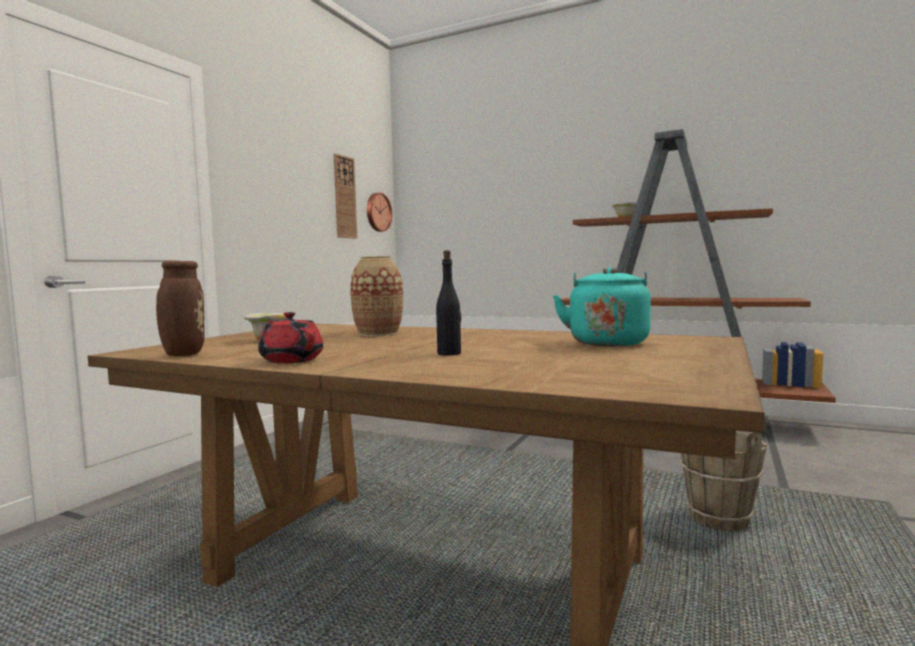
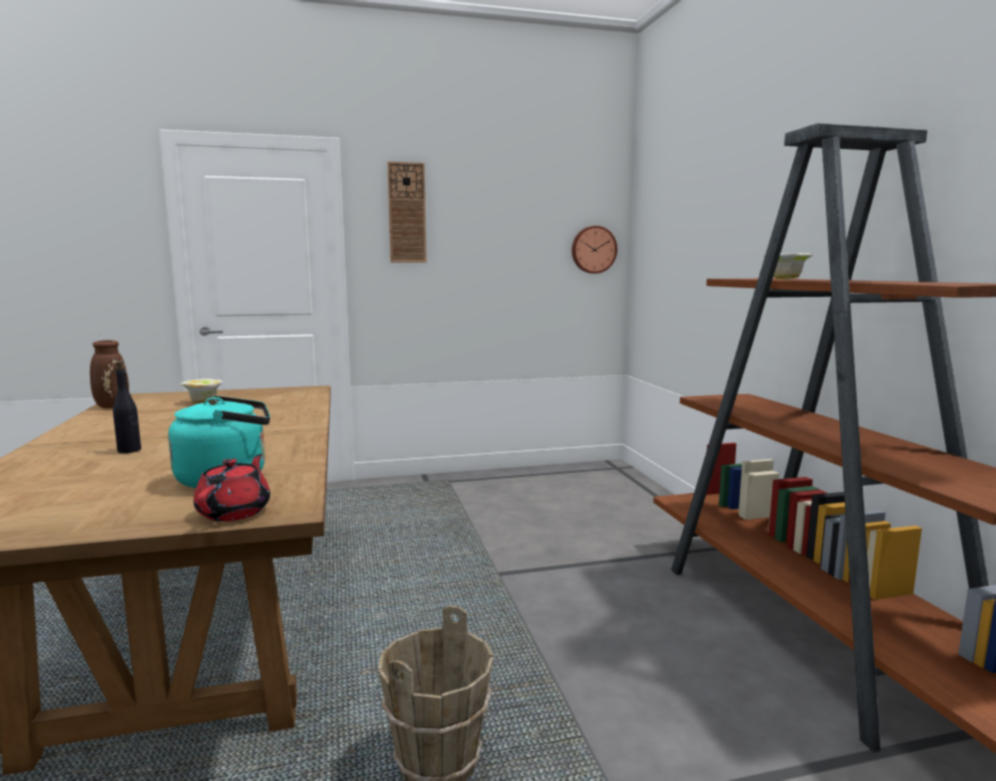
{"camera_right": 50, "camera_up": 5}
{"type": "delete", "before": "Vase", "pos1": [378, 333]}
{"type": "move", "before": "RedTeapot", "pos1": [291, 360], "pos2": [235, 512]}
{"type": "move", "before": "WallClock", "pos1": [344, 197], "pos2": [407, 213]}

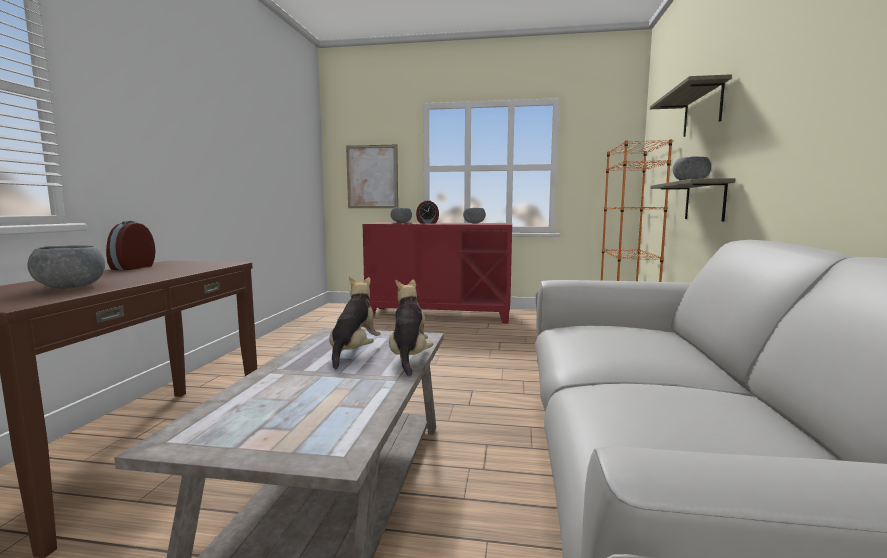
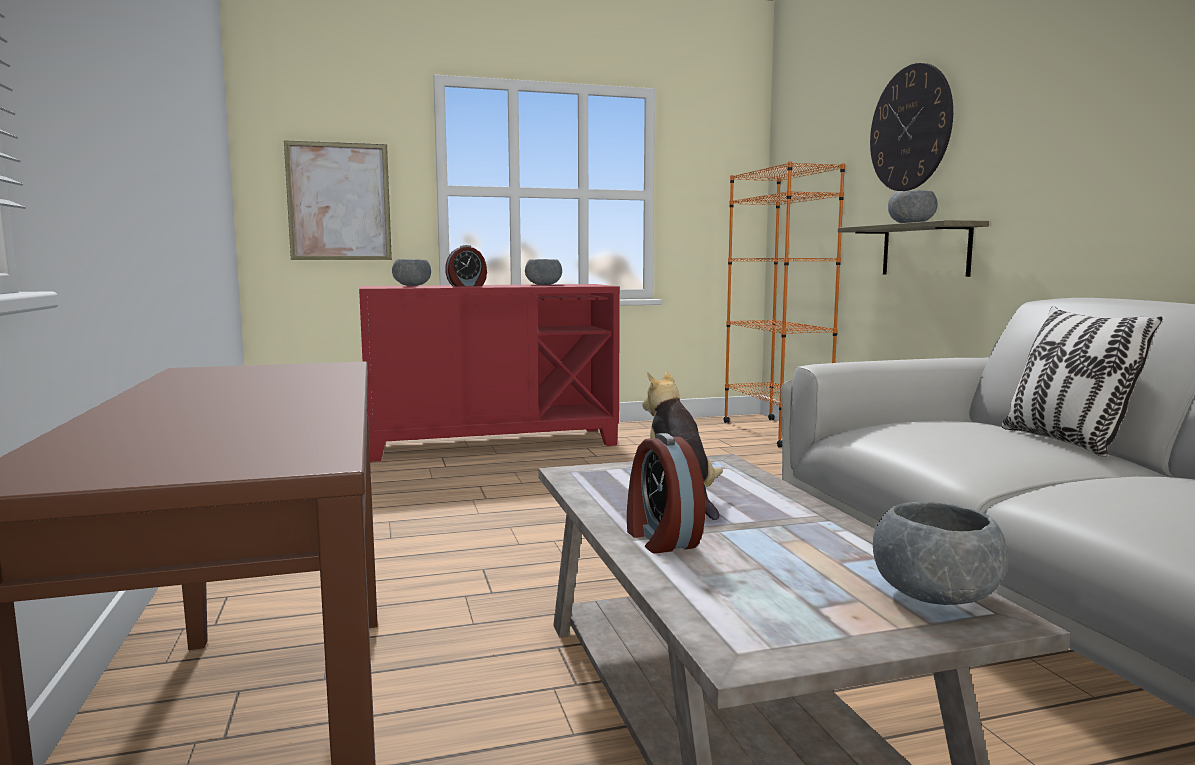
{"camera_right": -25, "camera_up": 0}
{"type": "delete", "before": "PlushToy", "pos1": [409, 357]}
{"type": "insert", "after": "Pillow", "pos2": [1064, 442]}
{"type": "move", "before": "GreyBowl", "pos1": [71, 287], "pos2": [935, 595]}
{"type": "move", "before": "AlarmClock", "pos1": [131, 267], "pos2": [660, 539]}
{"type": "replace", "before": "Shelf", "after": "WallClock", "pos1": [702, 110], "pos2": [910, 128]}

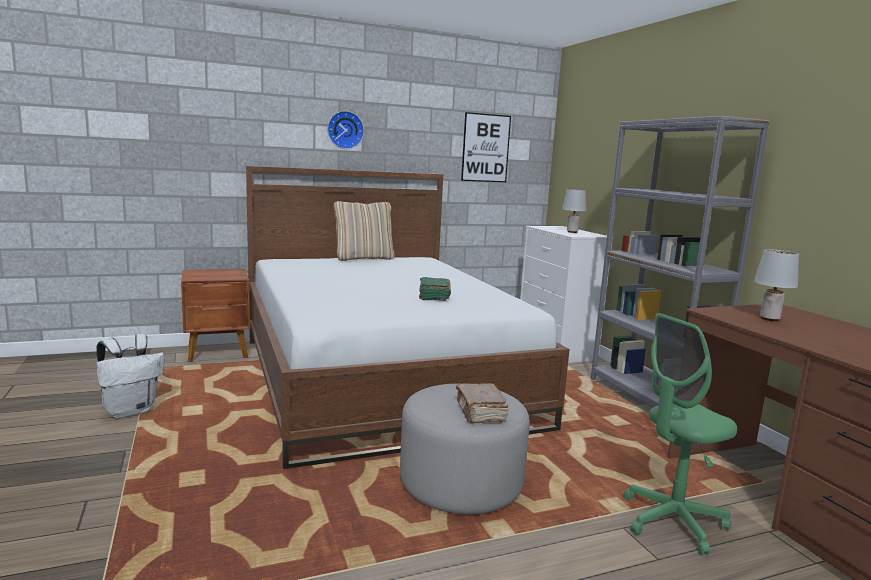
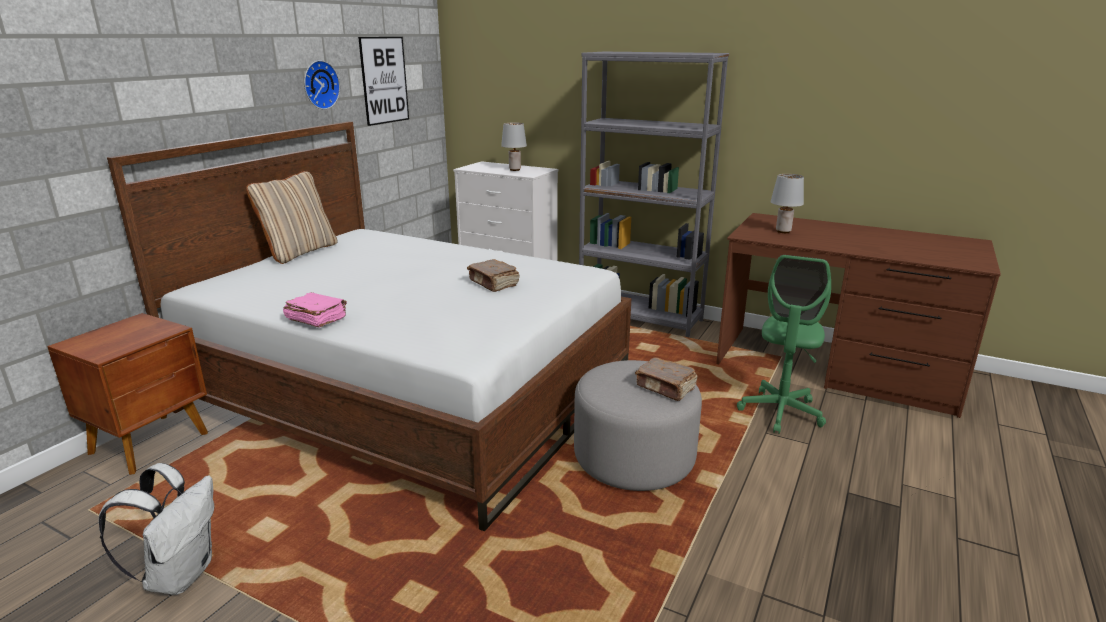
{"camera_right": -40, "camera_up": 10}
{"type": "insert", "after": "PinkBook", "pos2": [316, 319]}
{"type": "move", "before": "WallClock", "pos1": [345, 130], "pos2": [319, 85]}
{"type": "recolor", "before": "GreenBook", "after": "BrownBook", "pos1": [433, 296], "pos2": [493, 283]}

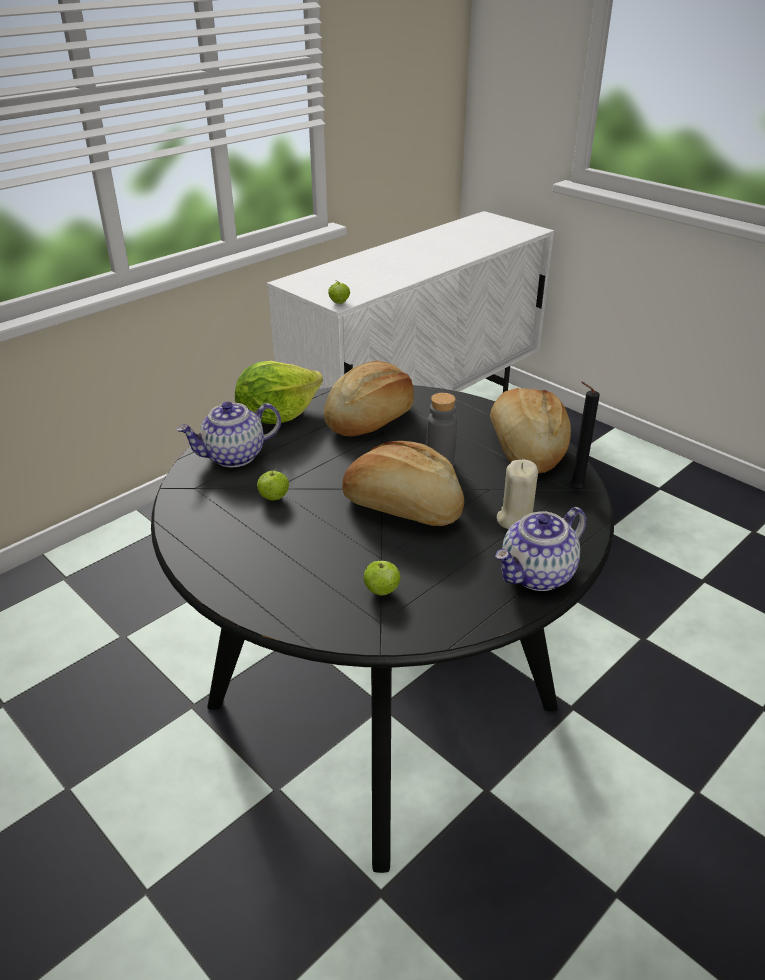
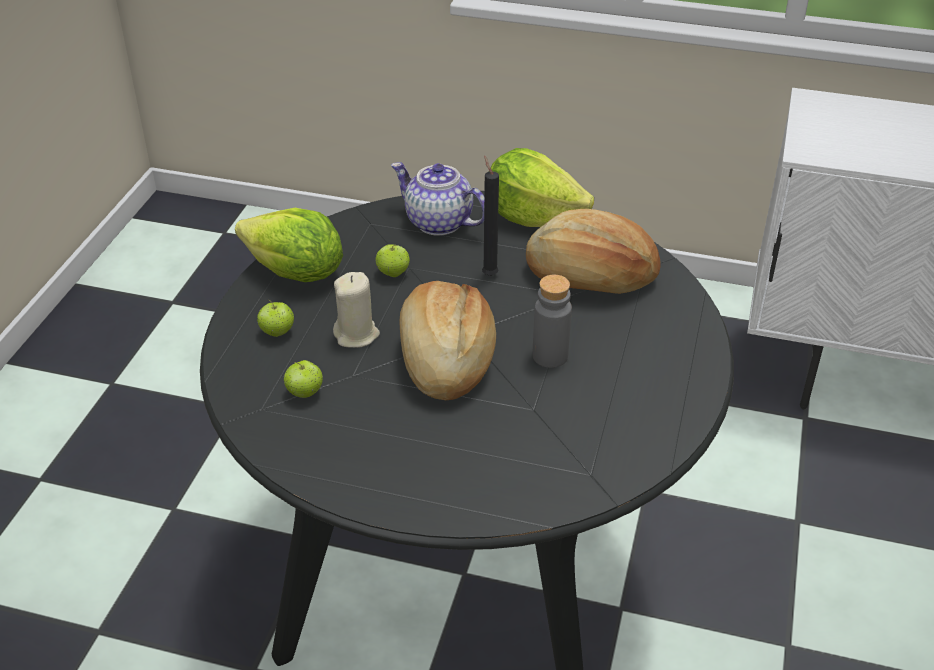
{"camera_right": 60, "camera_up": 5}
{"type": "delete", "before": "Bread", "pos1": [525, 449]}
{"type": "delete", "before": "Teapot", "pos1": [537, 575]}
{"type": "insert", "after": "Lettuce", "pos2": [295, 274]}
{"type": "move", "before": "Apple", "pos1": [339, 302], "pos2": [277, 332]}
{"type": "move", "before": "BeigeCandle", "pos1": [515, 519], "pos2": [356, 334]}
{"type": "move", "before": "BlackCandle", "pos1": [574, 489], "pos2": [488, 274]}

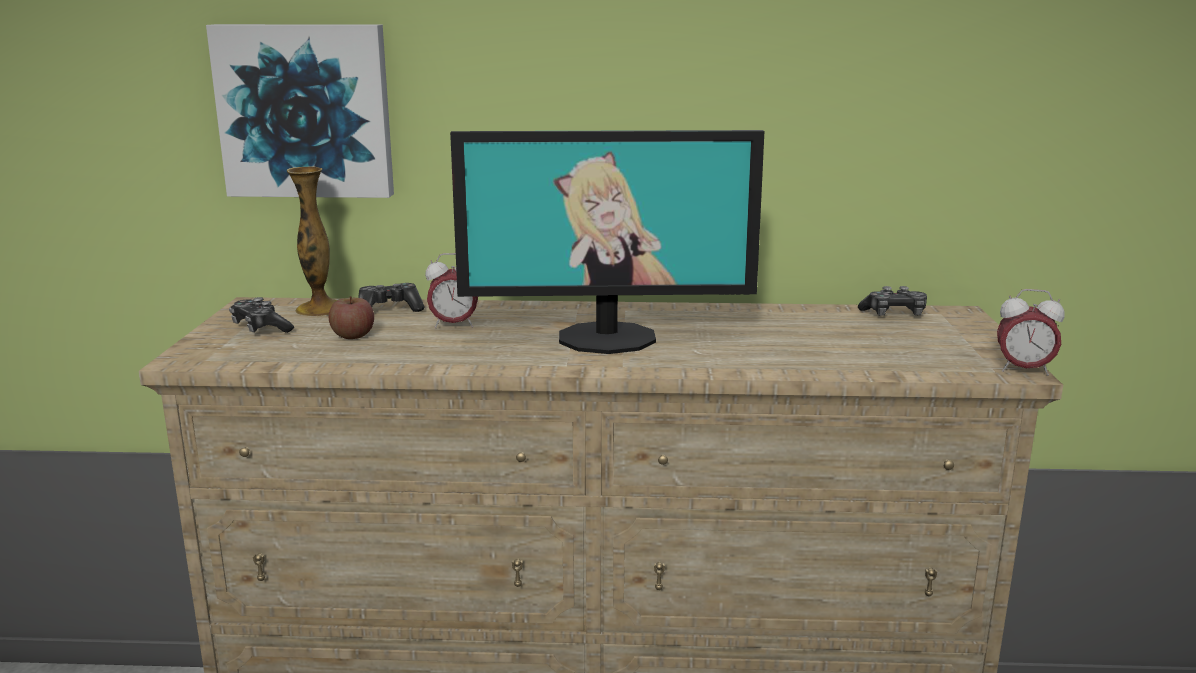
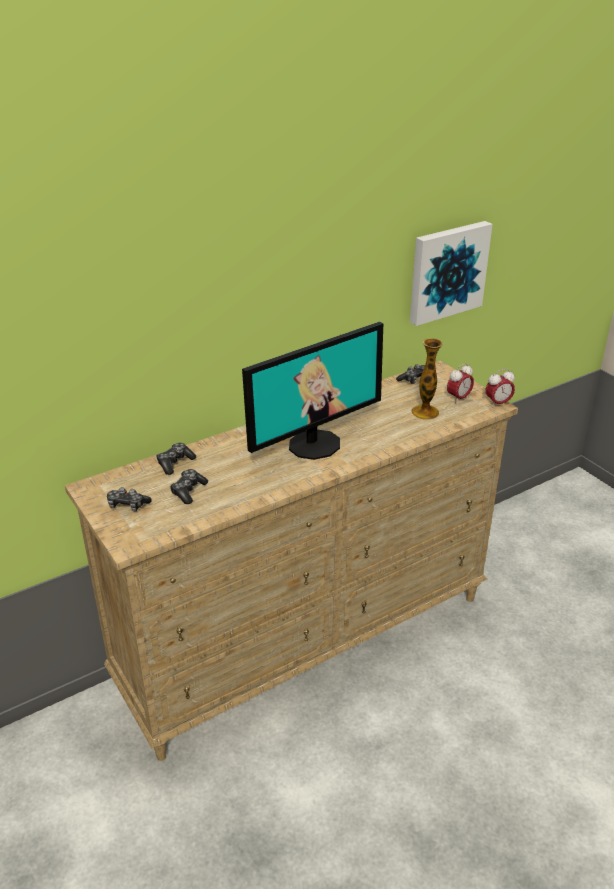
{"camera_right": -35, "camera_up": 15}
{"type": "move", "before": "Picture", "pos1": [306, 111], "pos2": [447, 271]}
{"type": "move", "before": "Vase", "pos1": [320, 309], "pos2": [425, 412]}
{"type": "move", "before": "AlarmClock", "pos1": [454, 325], "pos2": [458, 398]}
{"type": "replace", "before": "Apple", "after": "GameController", "pos1": [353, 335], "pos2": [188, 491]}

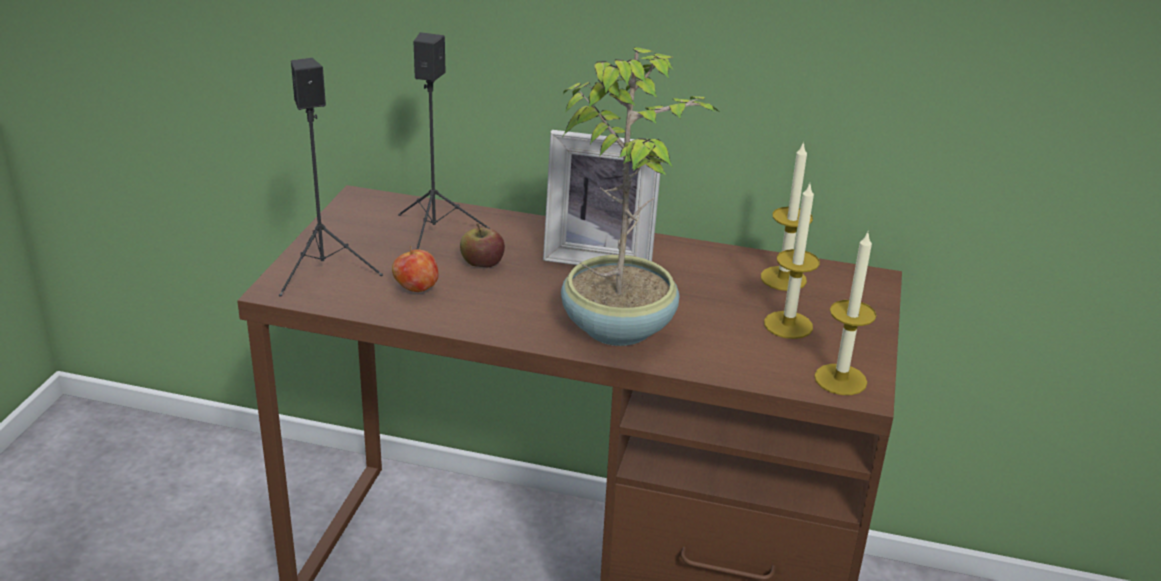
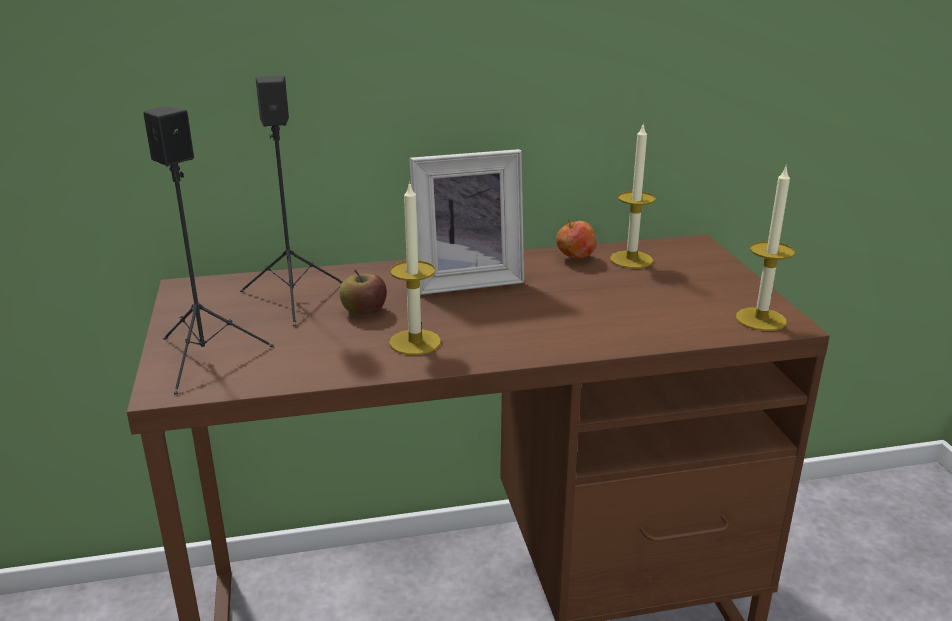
{"camera_right": -25, "camera_up": -5}
{"type": "delete", "before": "PottedPlant", "pos1": [619, 326]}
{"type": "move", "before": "Apple", "pos1": [416, 289], "pos2": [575, 258]}
{"type": "move", "before": "Candle", "pos1": [788, 325], "pos2": [415, 342]}

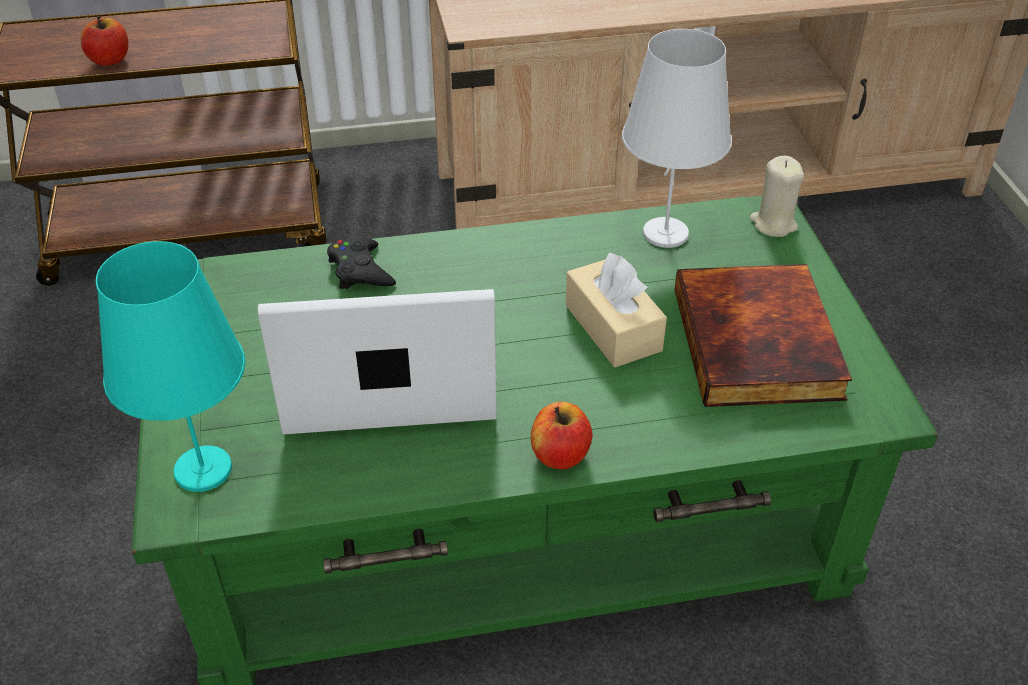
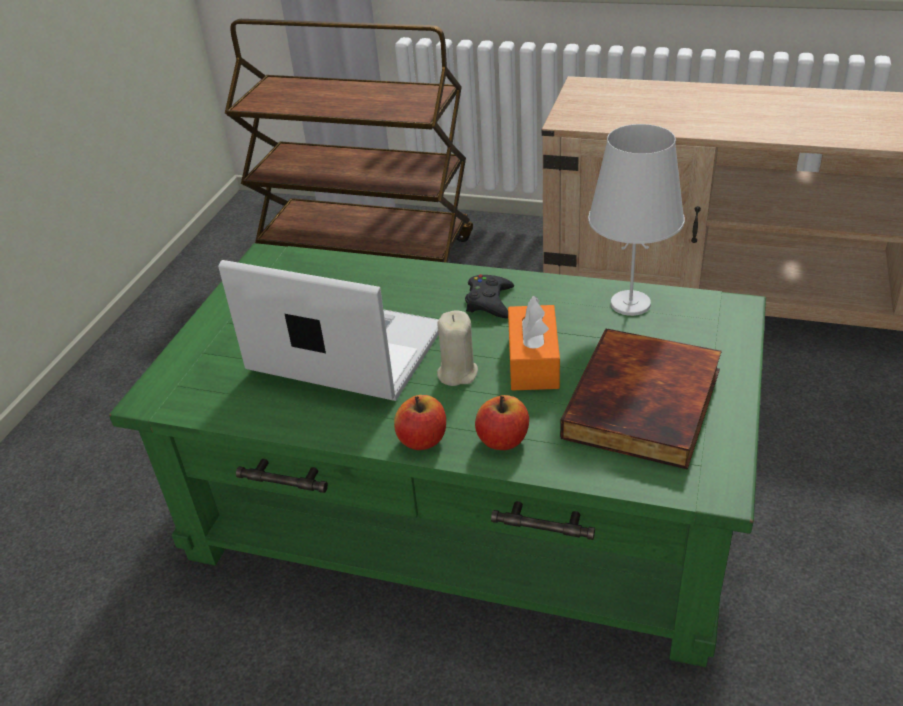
{"camera_right": 30, "camera_up": -5}
{"type": "delete", "before": "TurquoiseTableLamp", "pos1": [203, 469]}
{"type": "move", "before": "Apple", "pos1": [110, 60], "pos2": [503, 440]}
{"type": "move", "before": "BlackGameController", "pos1": [360, 270], "pos2": [489, 302]}
{"type": "move", "before": "BeigeCandle", "pos1": [773, 224], "pos2": [457, 373]}
{"type": "recolor", "before": "BeigeTissueBox", "after": "OrangeTissueBox", "pos1": [613, 327], "pos2": [533, 361]}

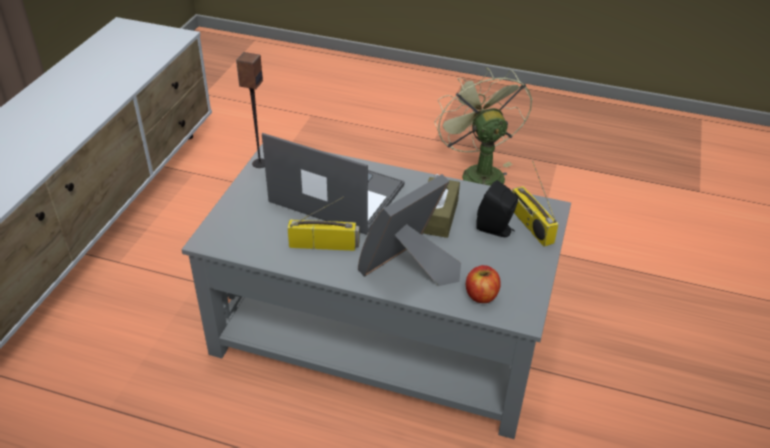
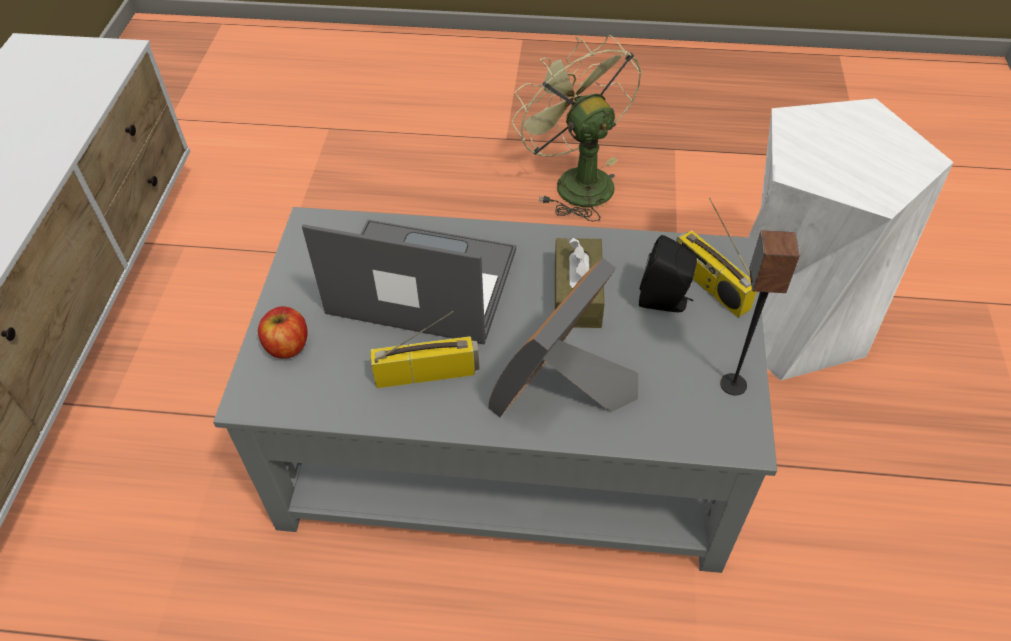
{"camera_right": -10, "camera_up": 10}
{"type": "insert", "after": "WhiteStool", "pos2": [790, 319]}
{"type": "move", "before": "Speaker", "pos1": [259, 163], "pos2": [732, 384]}
{"type": "move", "before": "Apple", "pos1": [481, 295], "pos2": [287, 346]}

